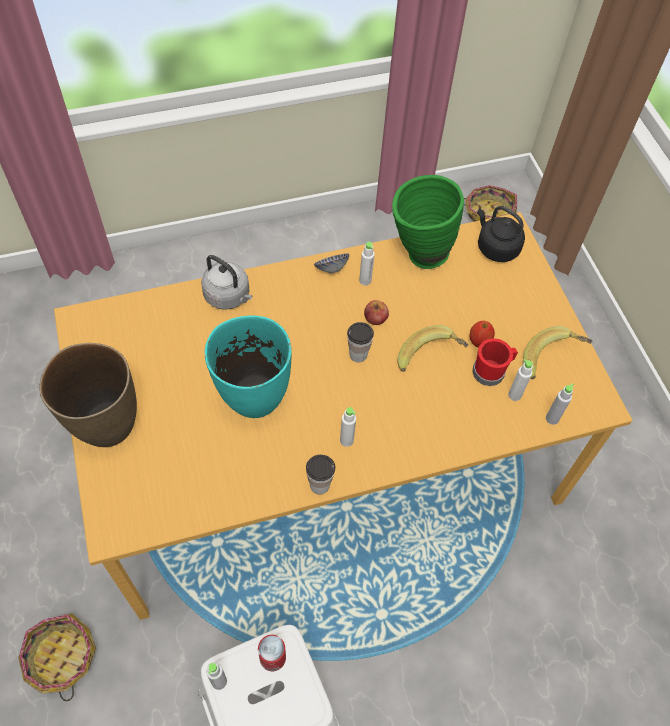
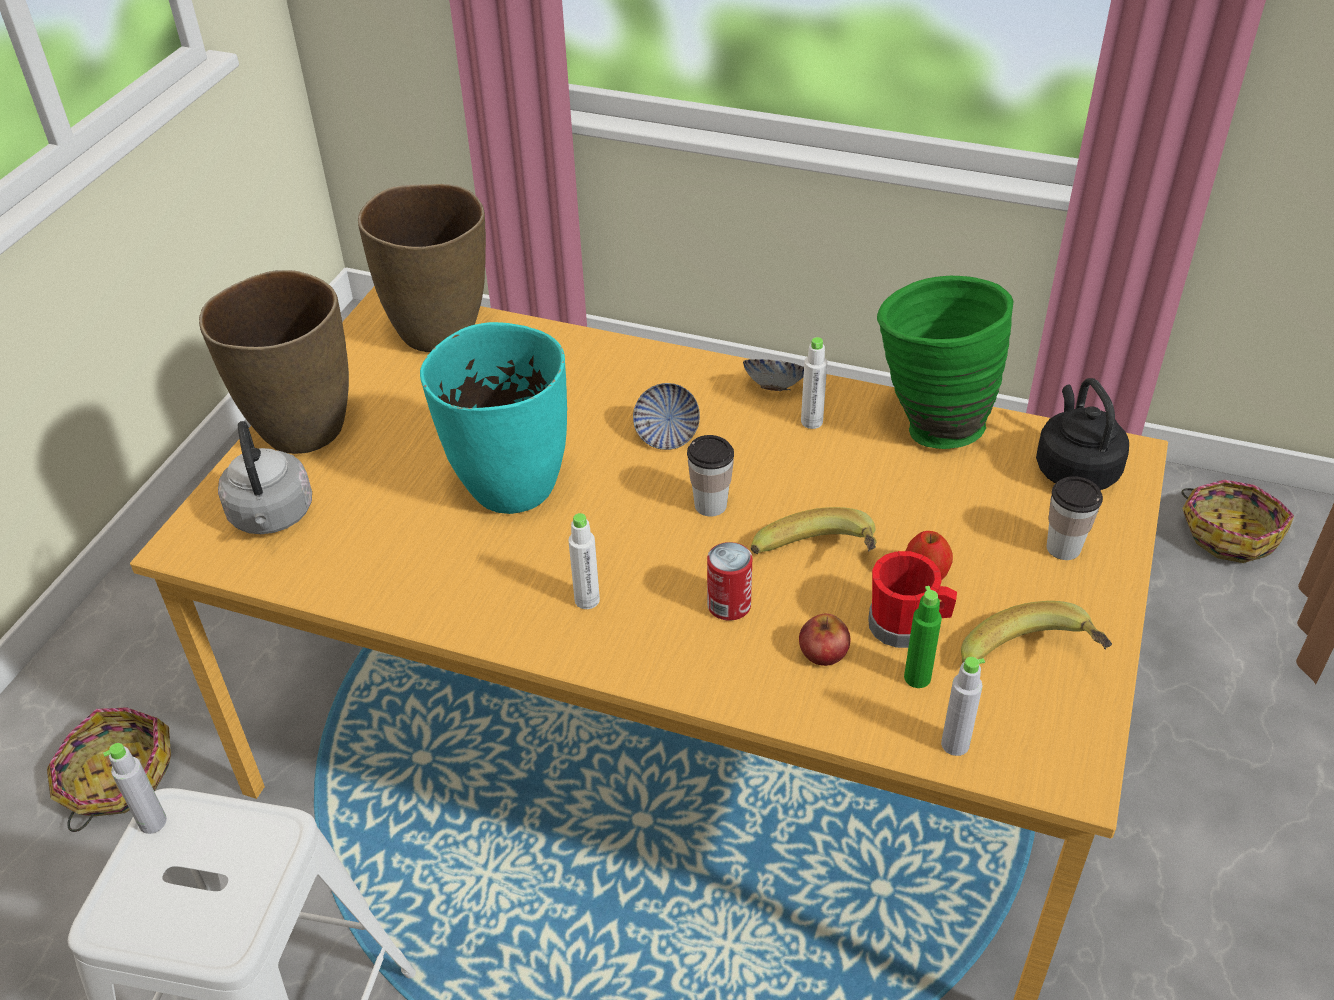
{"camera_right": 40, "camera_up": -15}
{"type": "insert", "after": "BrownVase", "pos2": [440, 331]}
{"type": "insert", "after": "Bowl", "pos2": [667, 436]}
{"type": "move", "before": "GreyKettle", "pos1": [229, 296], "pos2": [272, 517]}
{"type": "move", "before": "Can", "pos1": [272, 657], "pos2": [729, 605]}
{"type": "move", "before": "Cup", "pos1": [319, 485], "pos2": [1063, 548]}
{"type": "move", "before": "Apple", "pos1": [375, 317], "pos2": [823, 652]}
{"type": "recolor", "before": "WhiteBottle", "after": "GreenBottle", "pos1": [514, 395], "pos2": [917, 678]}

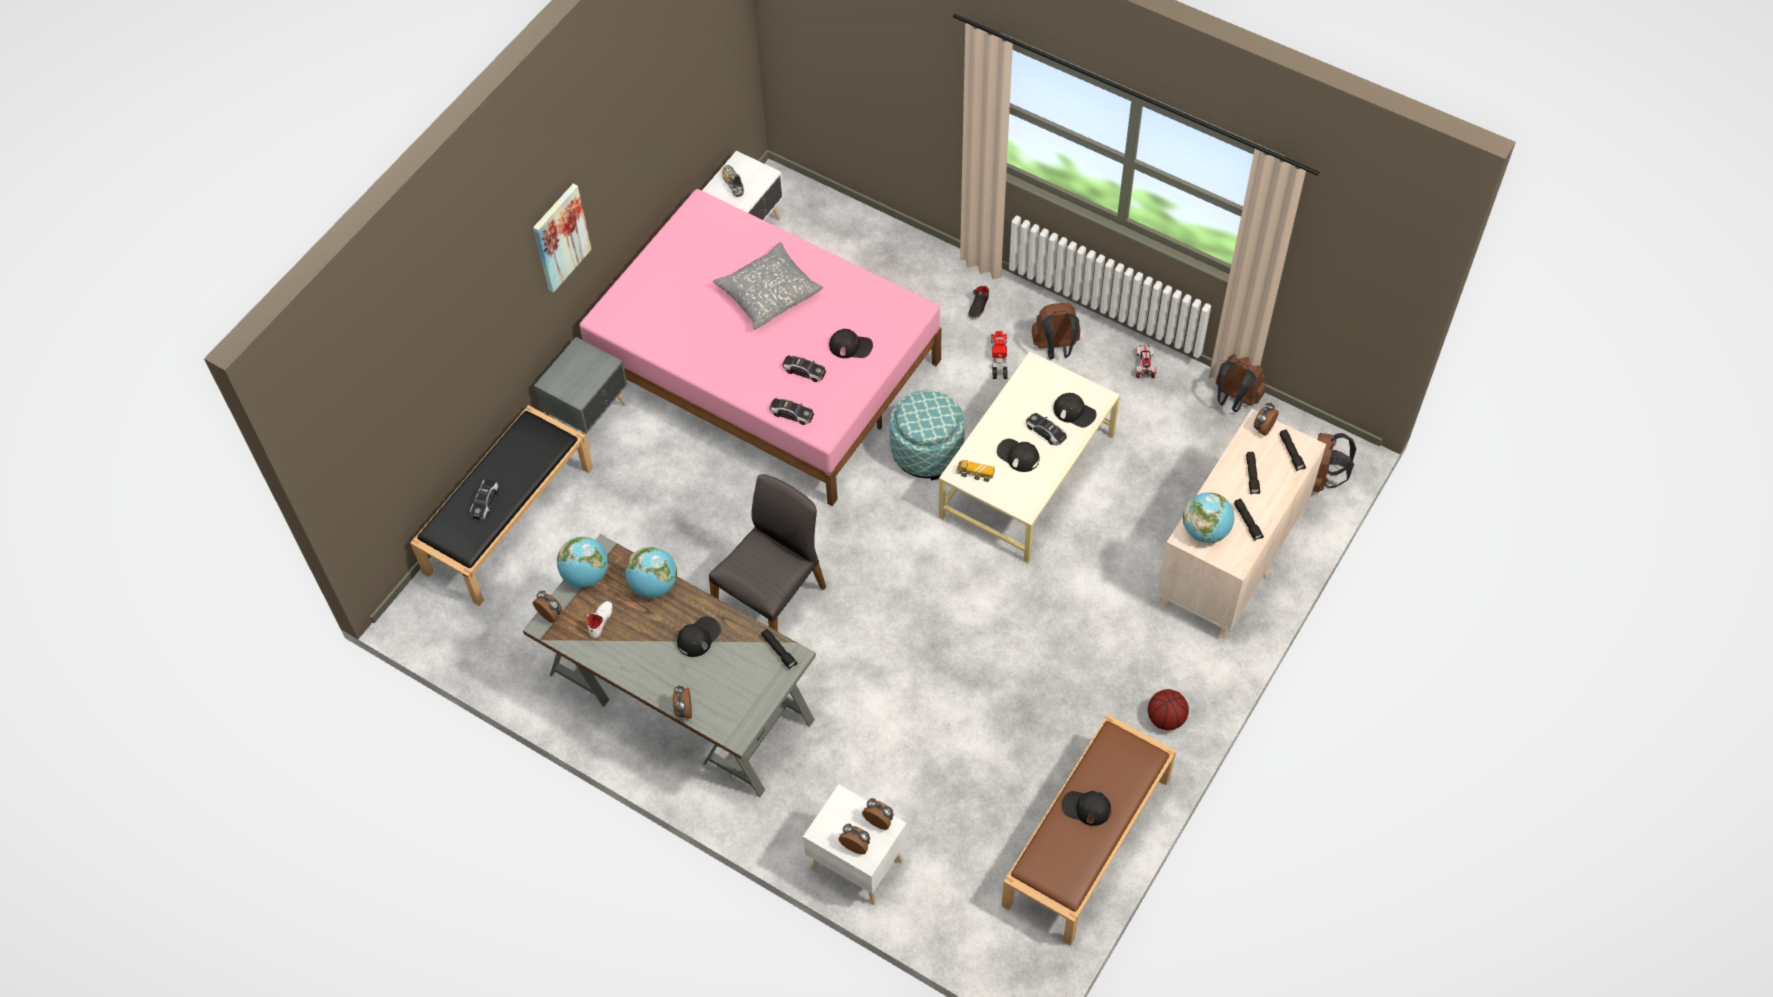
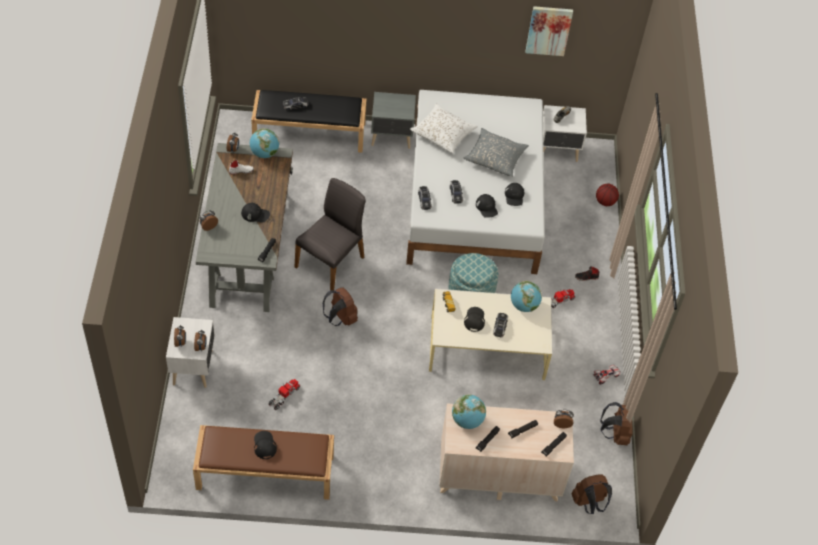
{"camera_right": 55, "camera_up": -5}
{"type": "insert", "after": "ToyTruck", "pos2": [284, 396]}
{"type": "insert", "after": "WhitePillow", "pos2": [443, 134]}
{"type": "move", "before": "Picture", "pos1": [560, 237], "pos2": [548, 30]}
{"type": "move", "before": "Globe", "pos1": [654, 585], "pos2": [524, 305]}
{"type": "move", "before": "BrownBackpack", "pos1": [1055, 348], "pos2": [340, 318]}
{"type": "move", "before": "BlackCap", "pos1": [1074, 412], "pos2": [514, 196]}
{"type": "move", "before": "Basketball", "pos1": [1166, 718], "pos2": [605, 202]}
{"type": "recolor", "before": "PinkBed", "after": "WhiteBed", "pos1": [766, 368], "pos2": [474, 197]}
{"type": "rotate", "before": "GreyChair", "pos1": [772, 599], "pos2": [331, 262], "turn": -60}

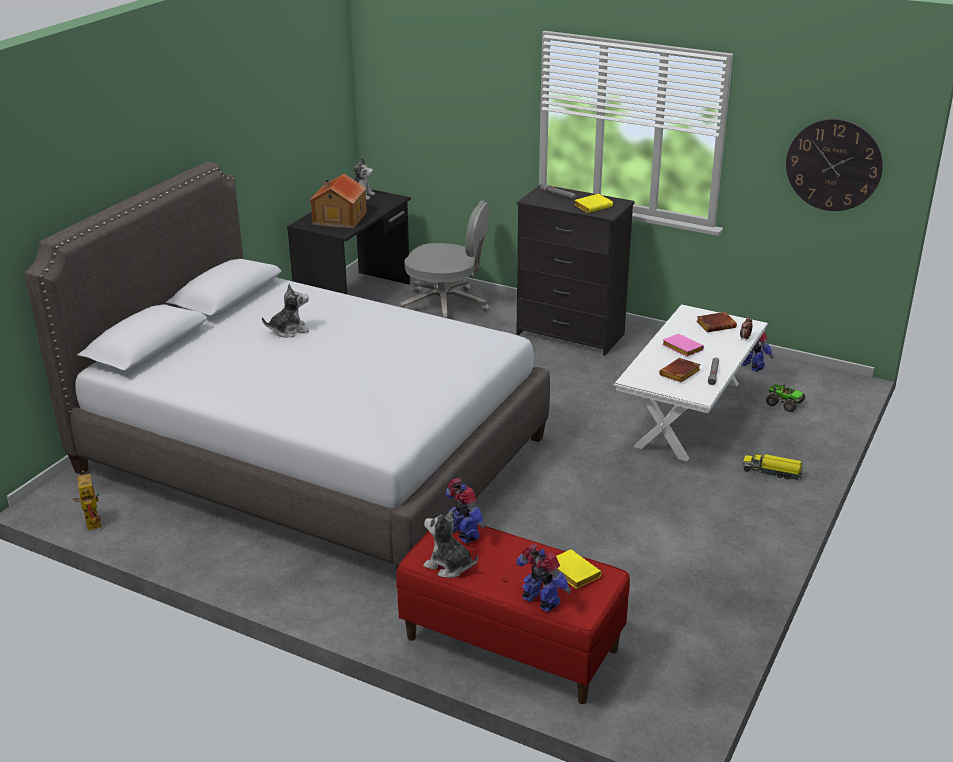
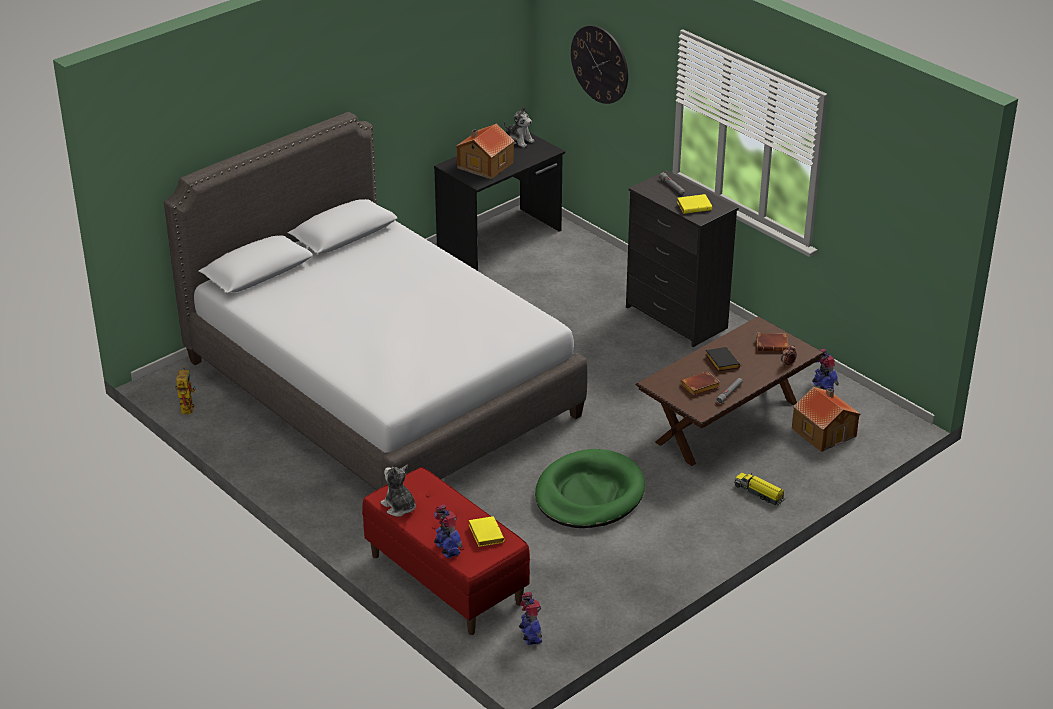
{"camera_right": 20, "camera_up": 5}
{"type": "delete", "before": "PlushToy", "pos1": [289, 330]}
{"type": "delete", "before": "GreyOfficeChair", "pos1": [446, 306]}
{"type": "insert", "after": "GreenDogBed", "pos2": [589, 494]}
{"type": "move", "before": "ToyRobot", "pos1": [463, 534], "pos2": [530, 636]}
{"type": "move", "before": "WallClock", "pos1": [833, 165], "pos2": [600, 64]}
{"type": "replace", "before": "ToyTruck", "after": "ToyHouse", "pos1": [784, 403], "pos2": [824, 431]}
{"type": "recolor", "before": "WhiteCoffeeTable", "after": "BrownCoffeeTable", "pos1": [688, 414], "pos2": [726, 422]}
{"type": "recolor", "before": "PinkBook", "after": "BlackBook", "pos1": [680, 348], "pos2": [720, 362]}

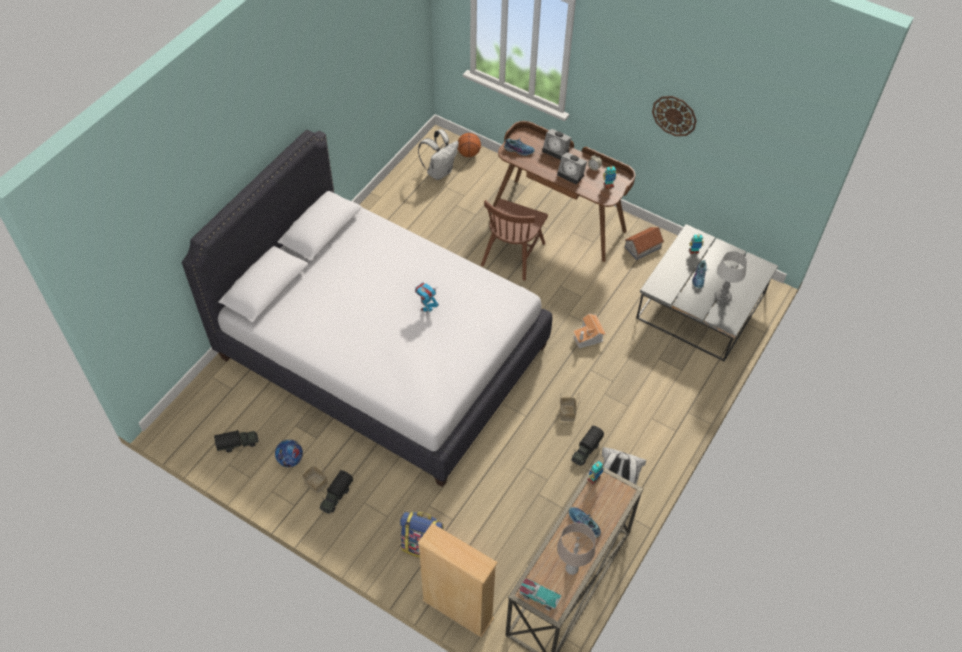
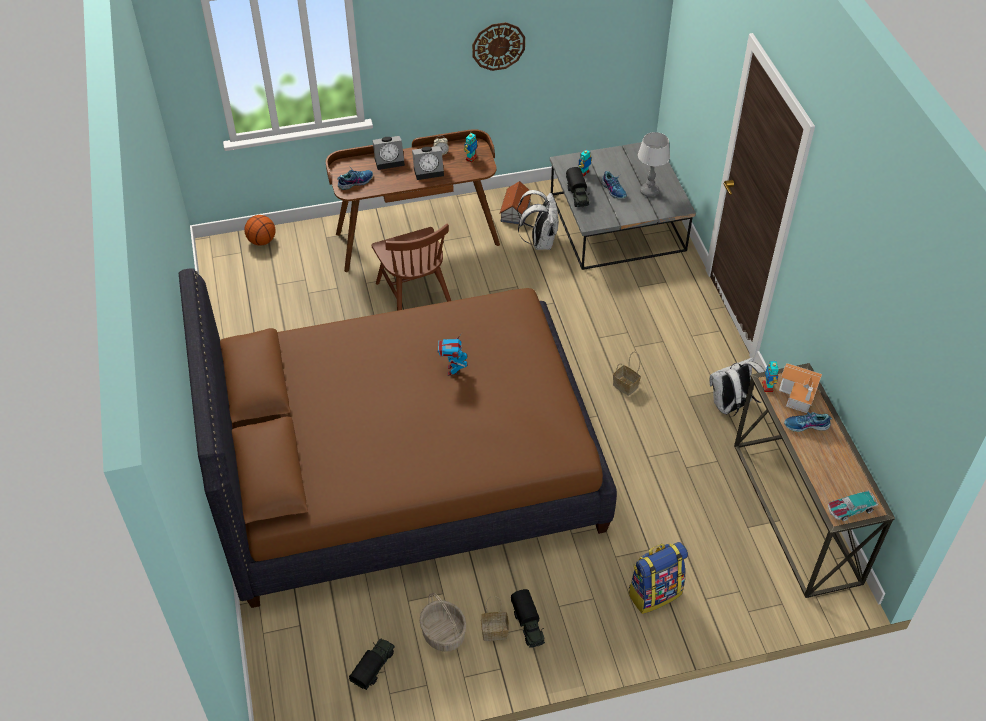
{"camera_right": -45, "camera_up": -5}
{"type": "delete", "before": "BeigeBookcase", "pos1": [457, 609]}
{"type": "delete", "before": "BeigeTableLamp", "pos1": [571, 568]}
{"type": "move", "before": "WhiteBackpack", "pos1": [439, 171], "pos2": [540, 241]}
{"type": "move", "before": "ToyTruck", "pos1": [586, 450], "pos2": [577, 195]}
{"type": "move", "before": "ToyHouse", "pos1": [588, 337], "pos2": [799, 394]}
{"type": "replace", "before": "Football", "after": "Basket", "pos1": [290, 460], "pos2": [444, 634]}
{"type": "recolor", "before": "WhiteBed", "after": "BrownBed", "pos1": [382, 352], "pos2": [405, 468]}

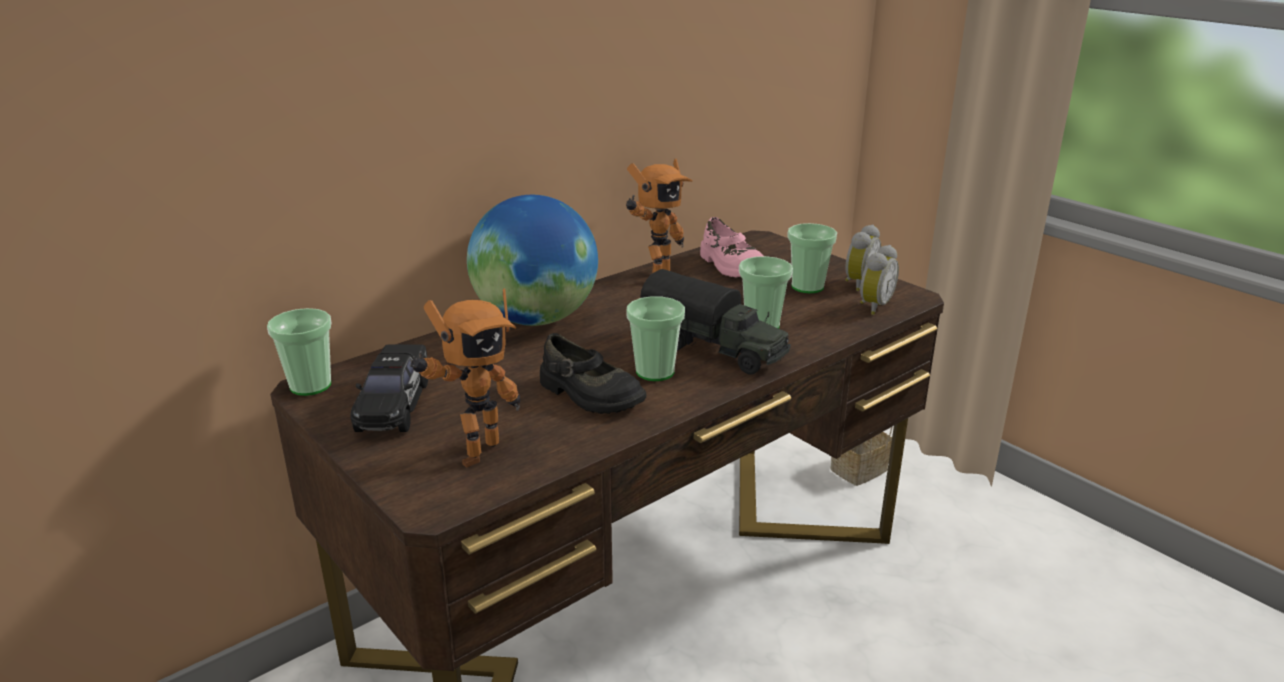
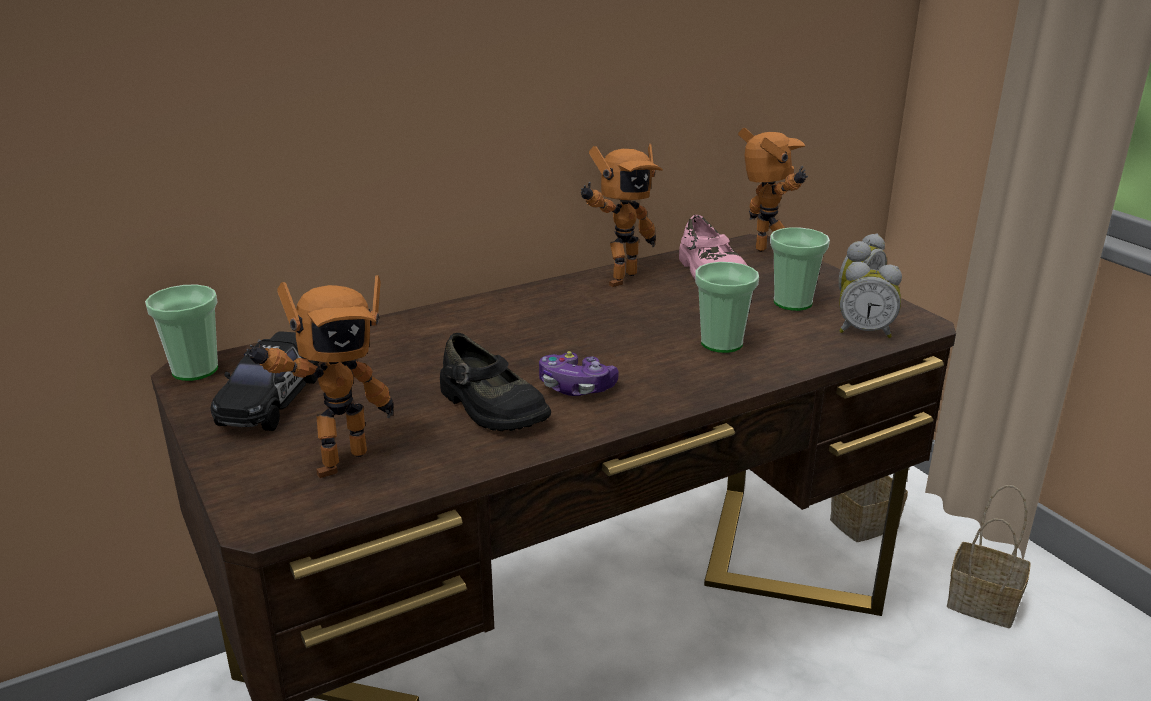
{"camera_right": 10, "camera_up": 0}
{"type": "delete", "before": "Globe", "pos1": [535, 319]}
{"type": "delete", "before": "ToyTruck", "pos1": [715, 350]}
{"type": "insert", "after": "ToyRobot", "pos2": [767, 256]}
{"type": "insert", "after": "Basket", "pos2": [985, 603]}
{"type": "replace", "before": "Cup", "after": "GameController", "pos1": [655, 372], "pos2": [576, 387]}
{"type": "rotate", "before": "AlarmClock", "pos1": [873, 306], "pos2": [865, 331], "turn": 60}

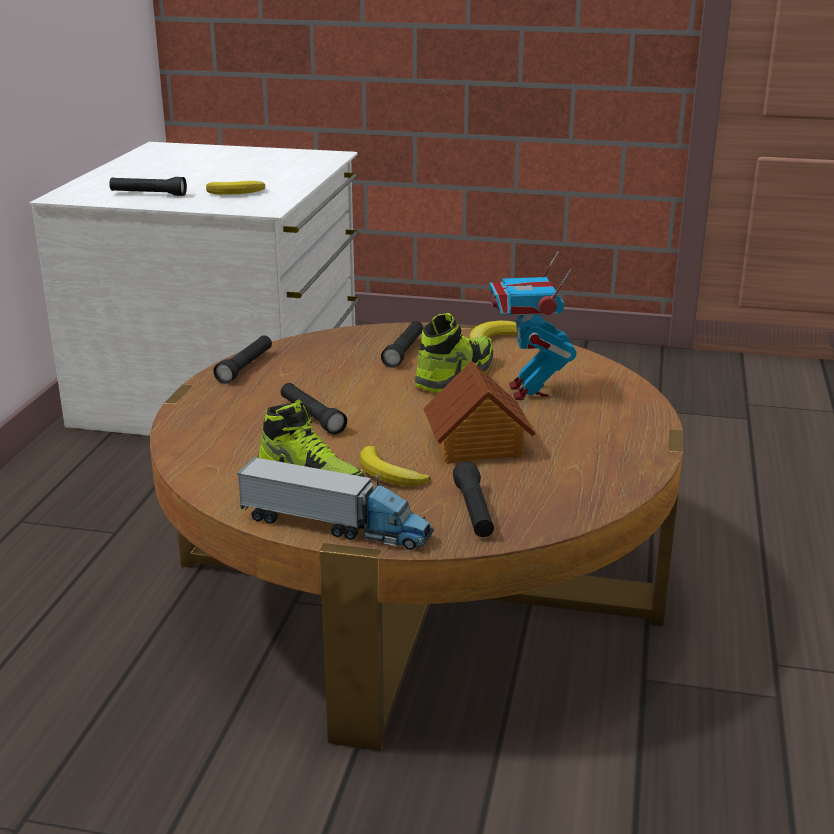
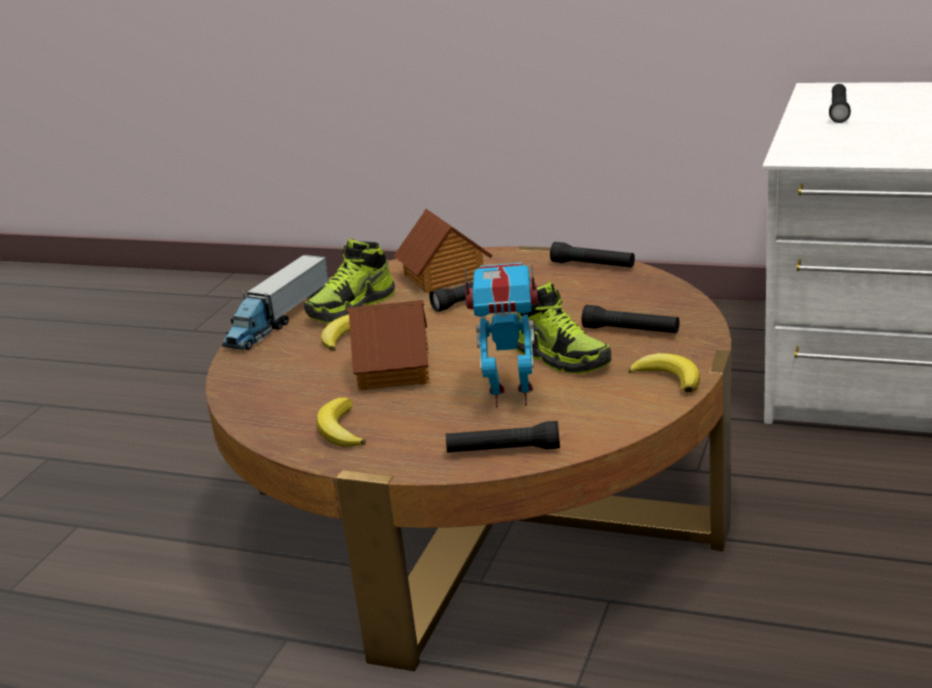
{"camera_right": 100, "camera_up": 0}
{"type": "insert", "after": "ToyHouse", "pos2": [444, 276]}
{"type": "move", "before": "Banana", "pos1": [238, 192], "pos2": [340, 430]}
{"type": "move", "before": "BlackFlashlight", "pos1": [474, 511], "pos2": [503, 450]}

